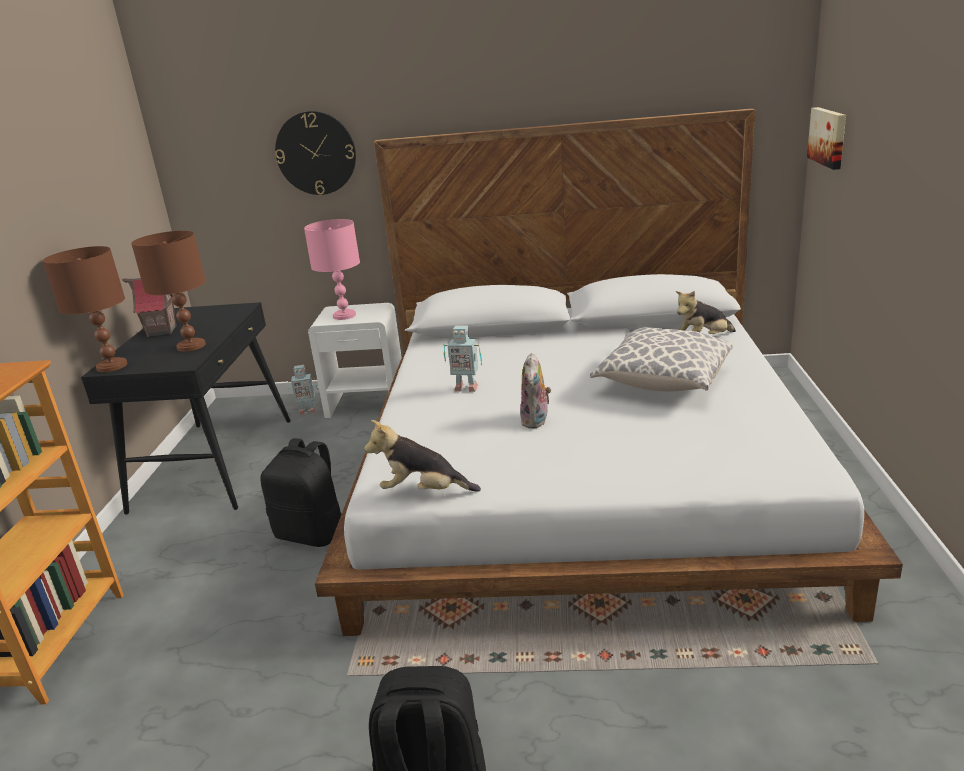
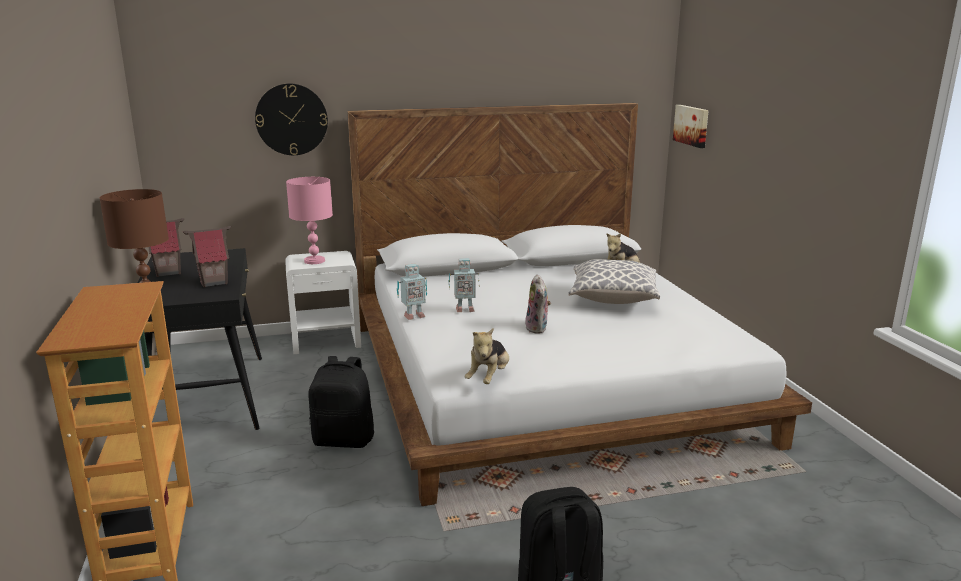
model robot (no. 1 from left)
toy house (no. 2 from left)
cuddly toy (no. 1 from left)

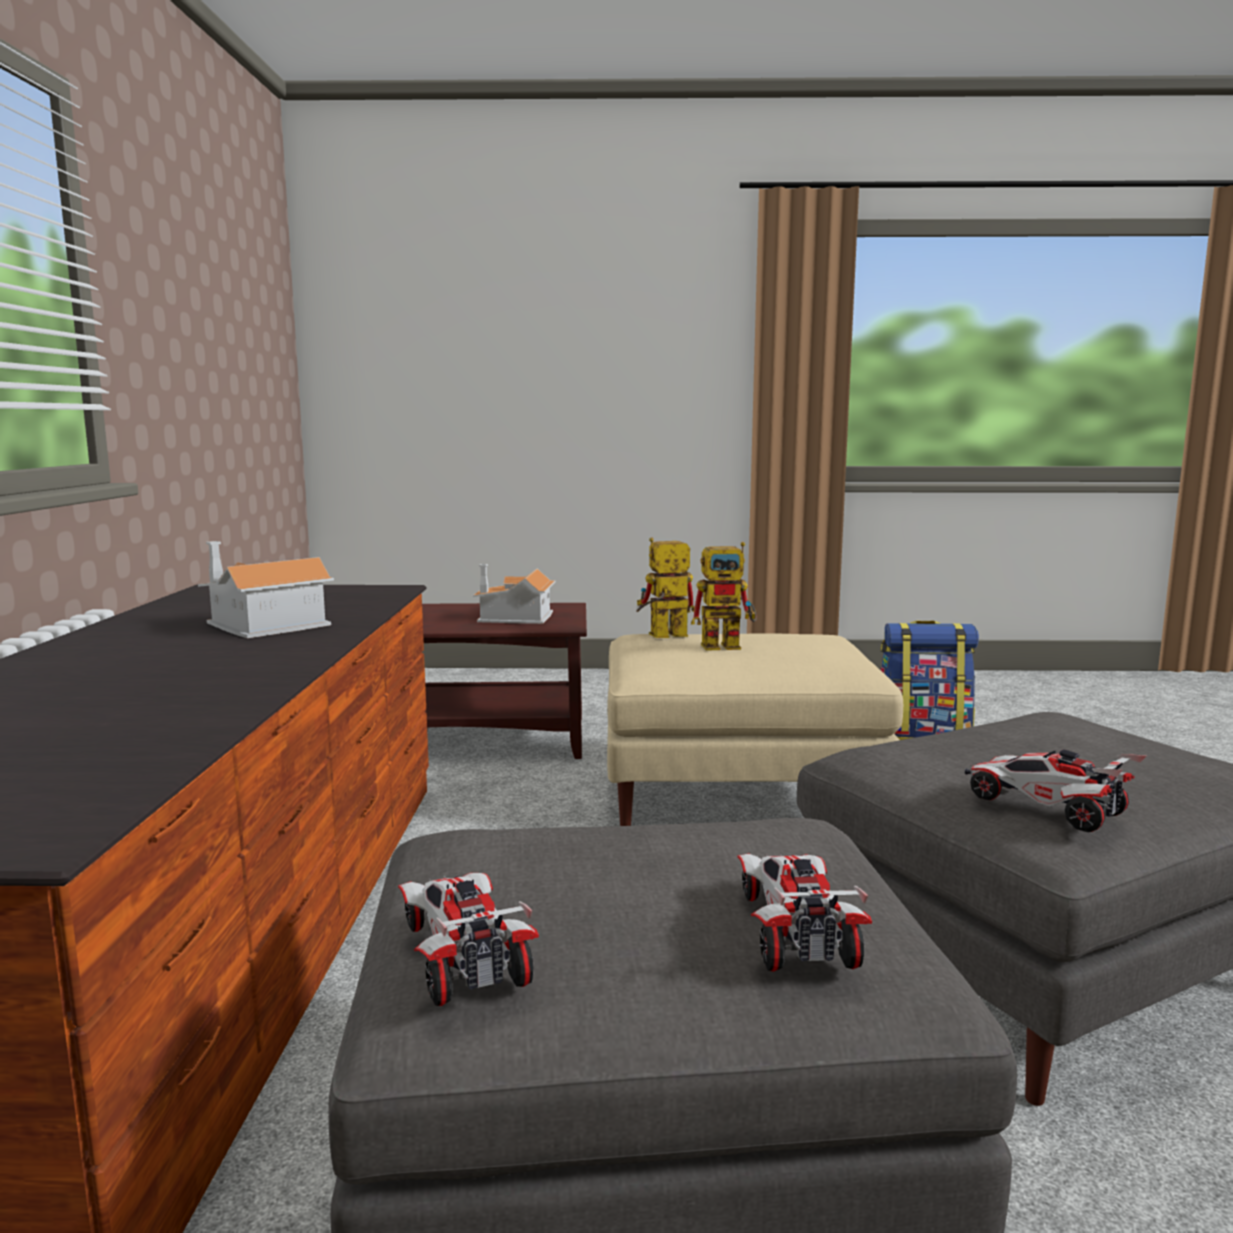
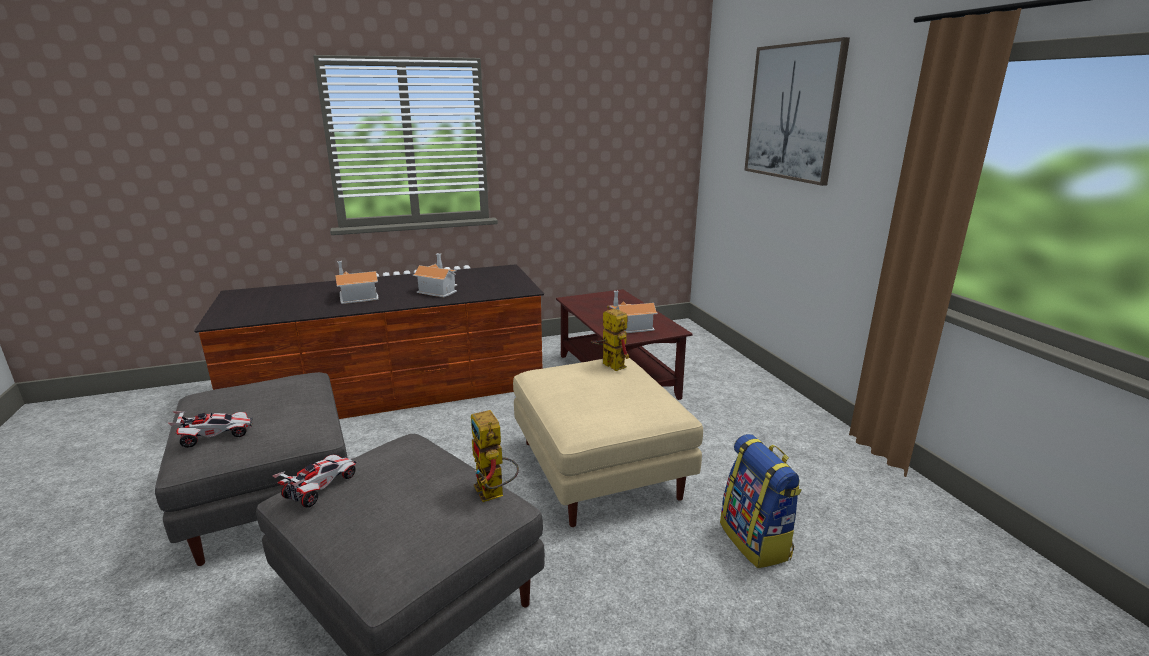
miniature car (no. 1 from left in the first image)
toy house (no. 1 from left)
picture
model robot (no. 1 from left)

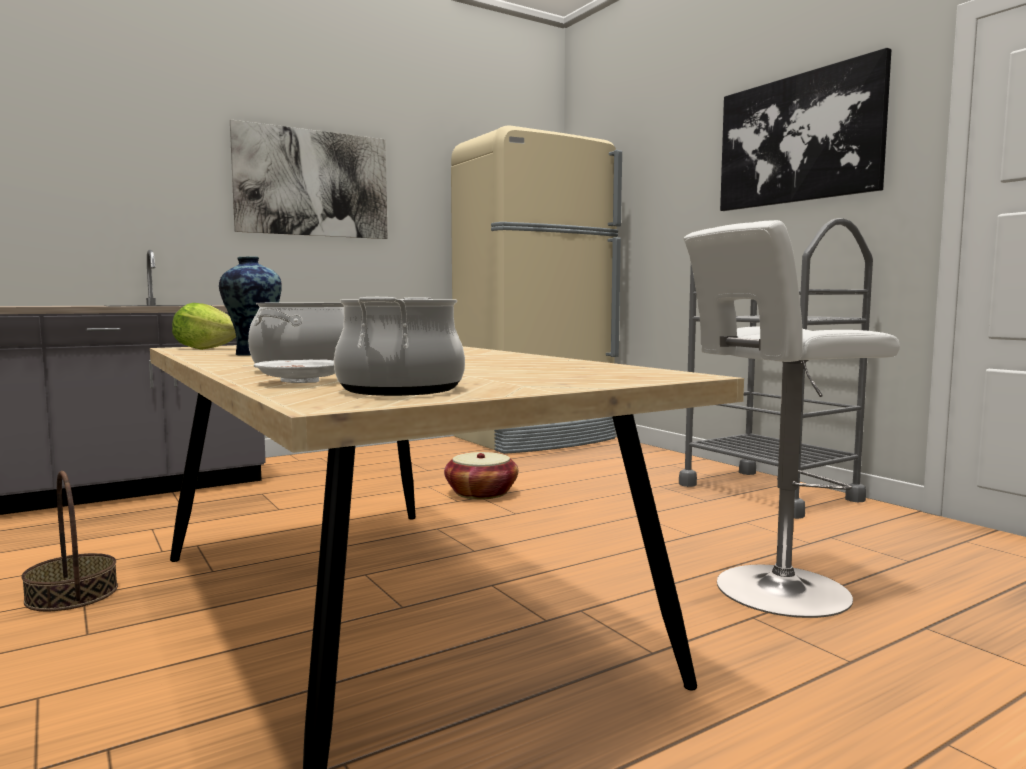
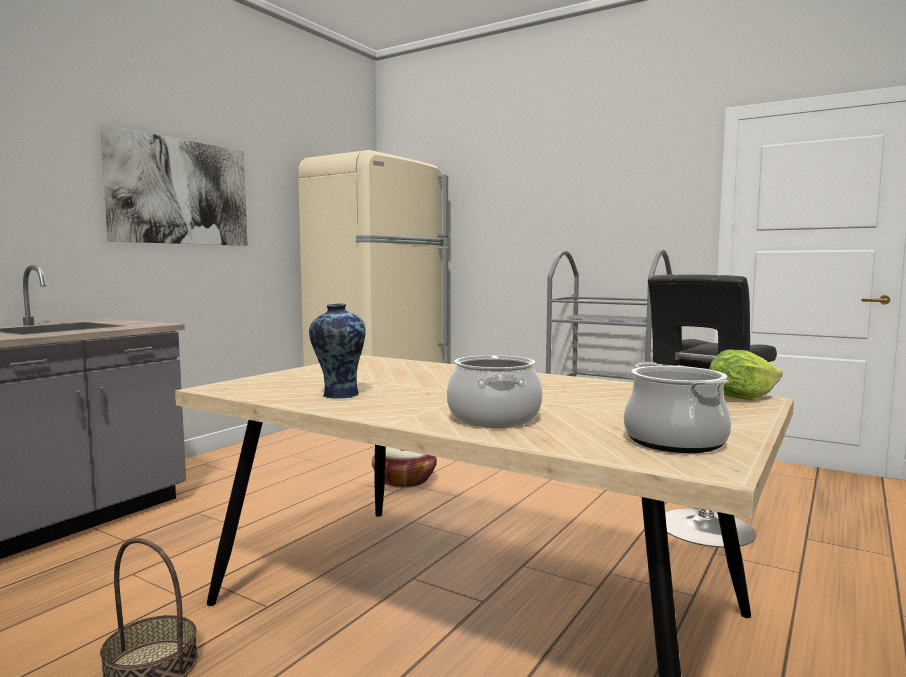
flat dish/white
picture (no. 2 from left in the first image)
lettuce head
stool/black-coloured

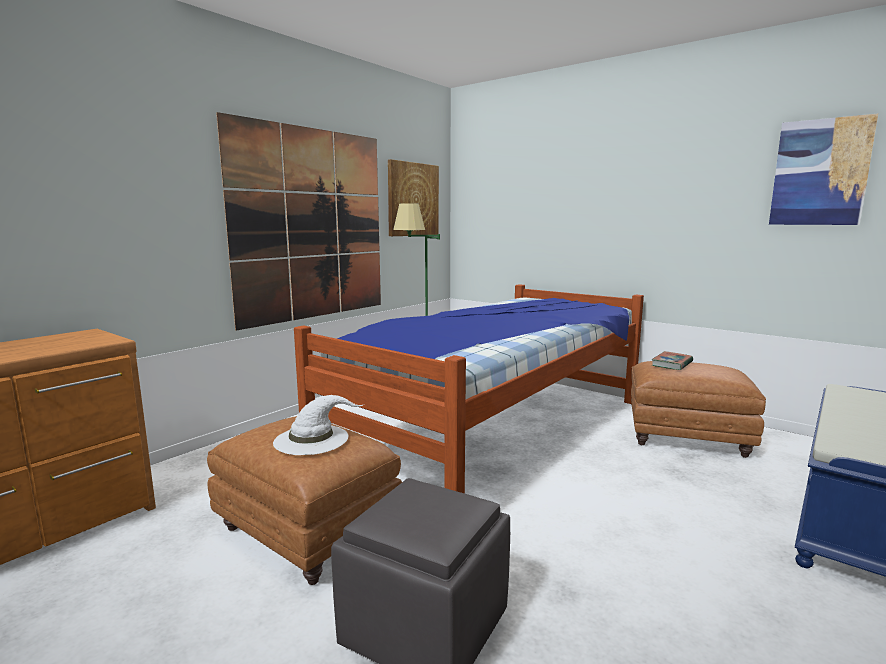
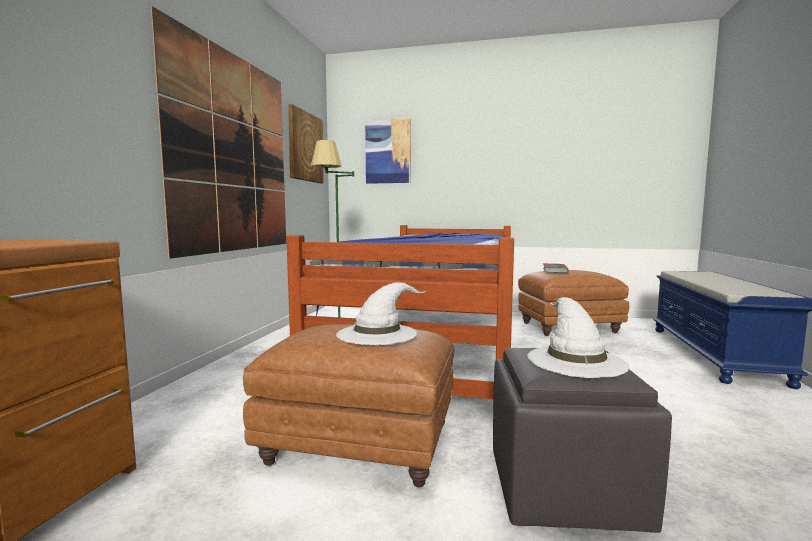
clothing hat/white (no. 2 from left)
picture (no. 3 from left)

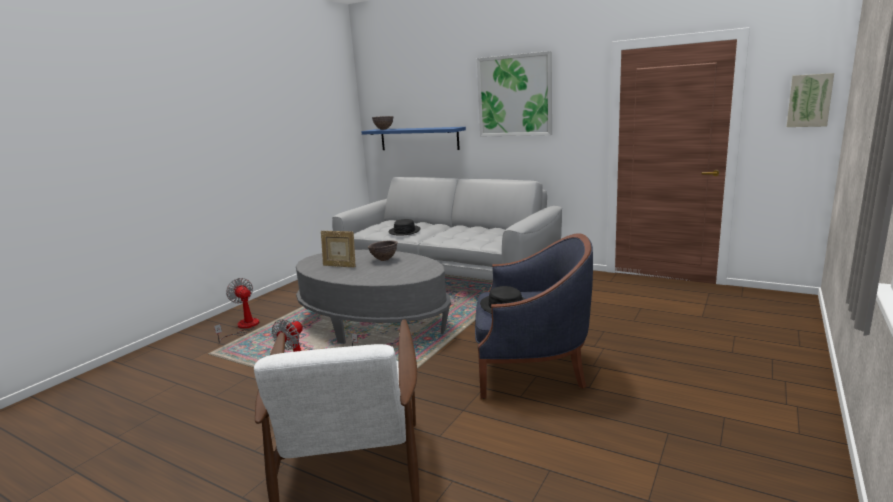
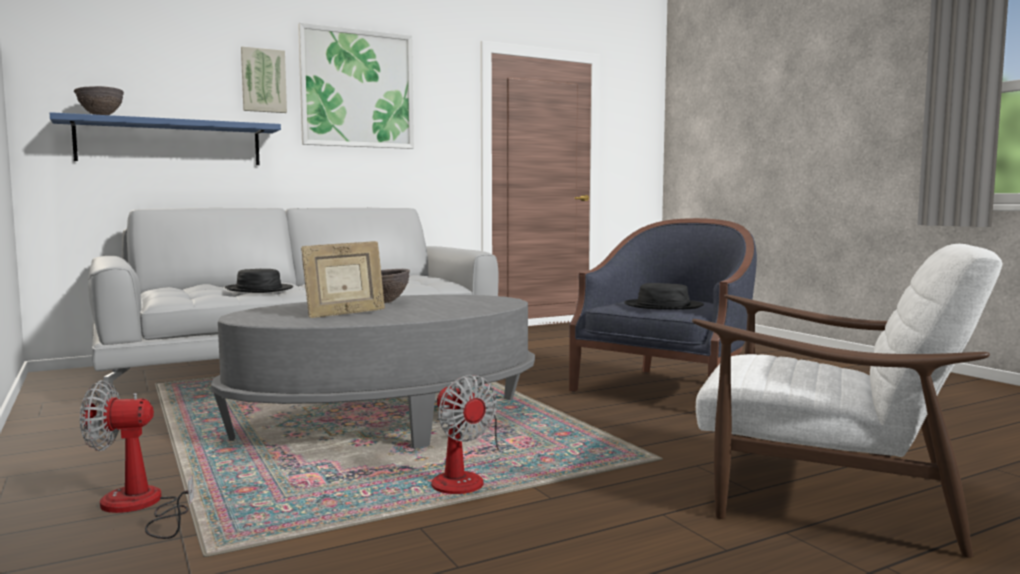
picture (no. 1 from left)

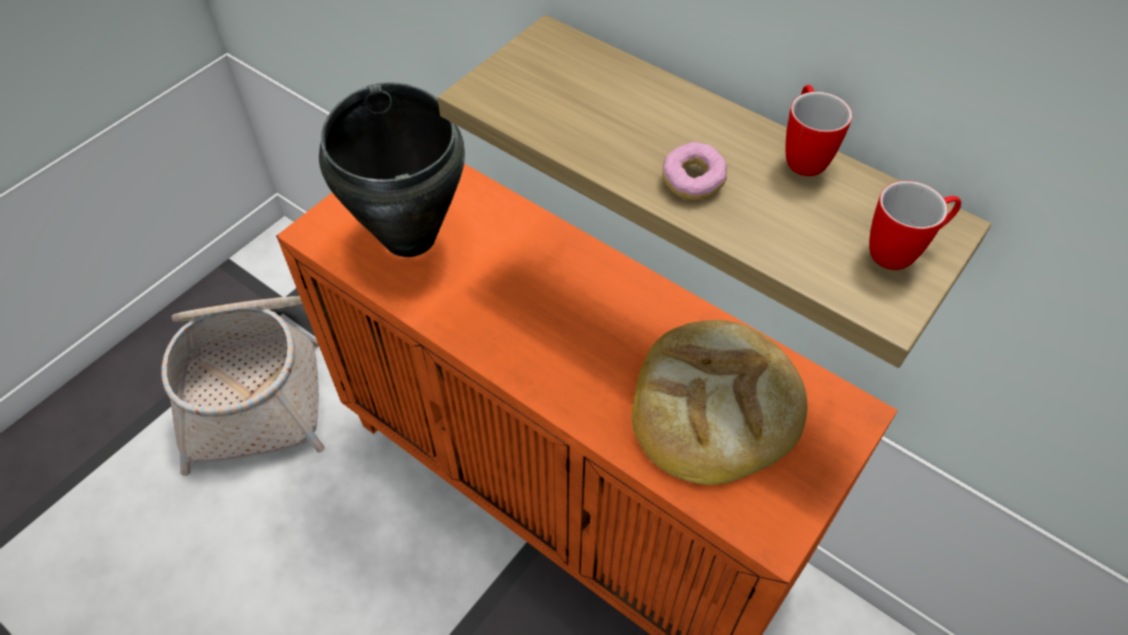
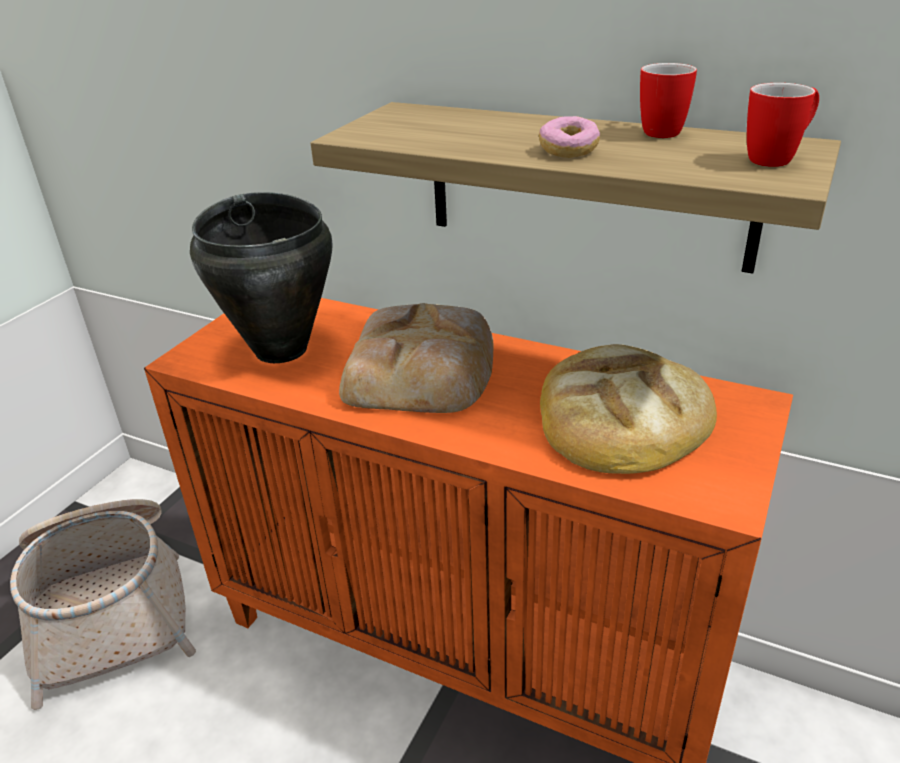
bakery bread (no. 1 from left)

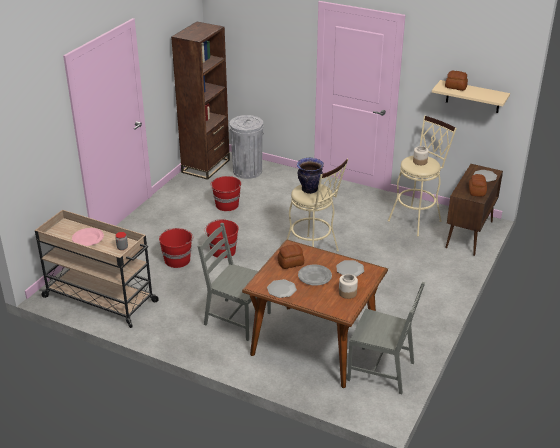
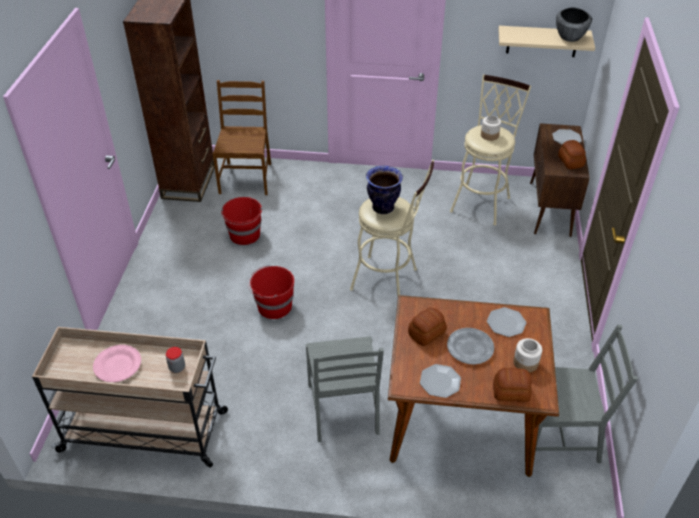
pail/red (no. 1 from left in the first image)
deep dish
bakery bread (no. 2 from left)
plain chair/brown-coloured
plain chair/greyish (no. 1 from left)

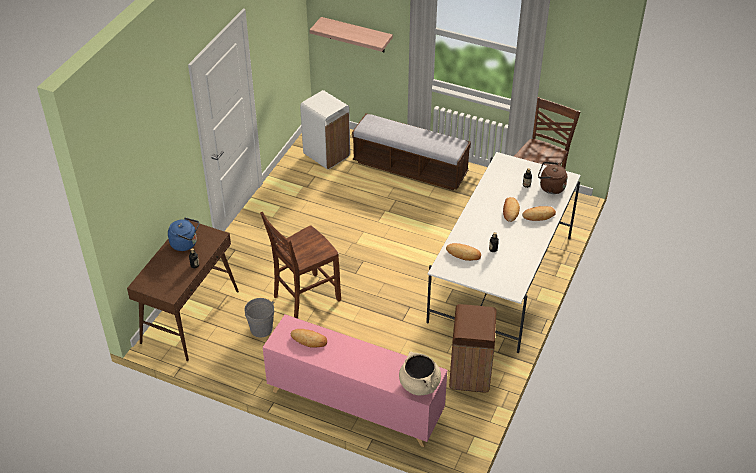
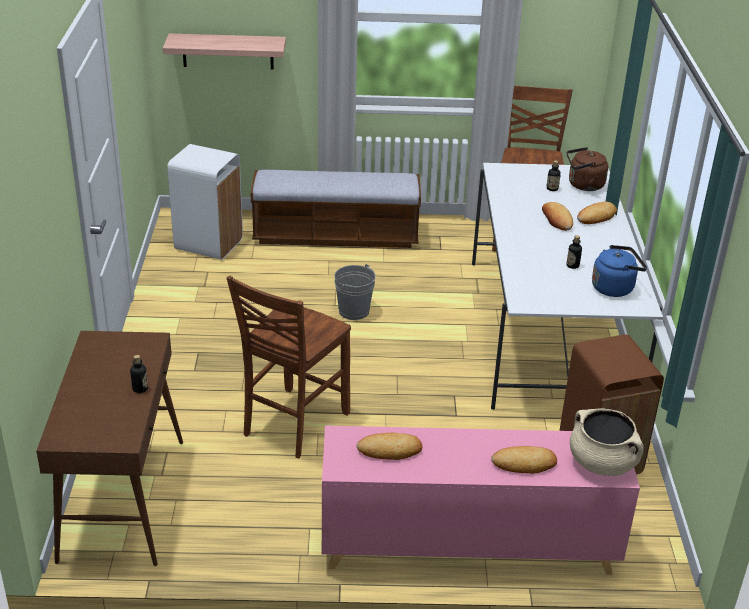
tea kettle/blue-coloured
pail/greyish
bakery bread (no. 2 from left)

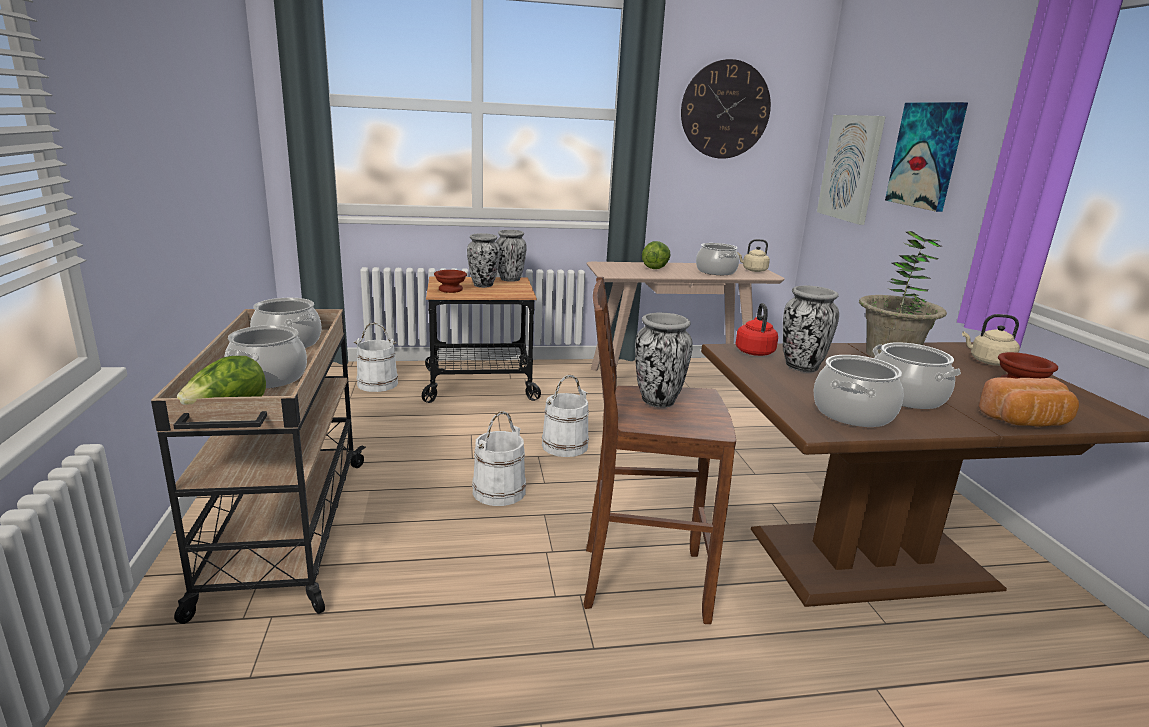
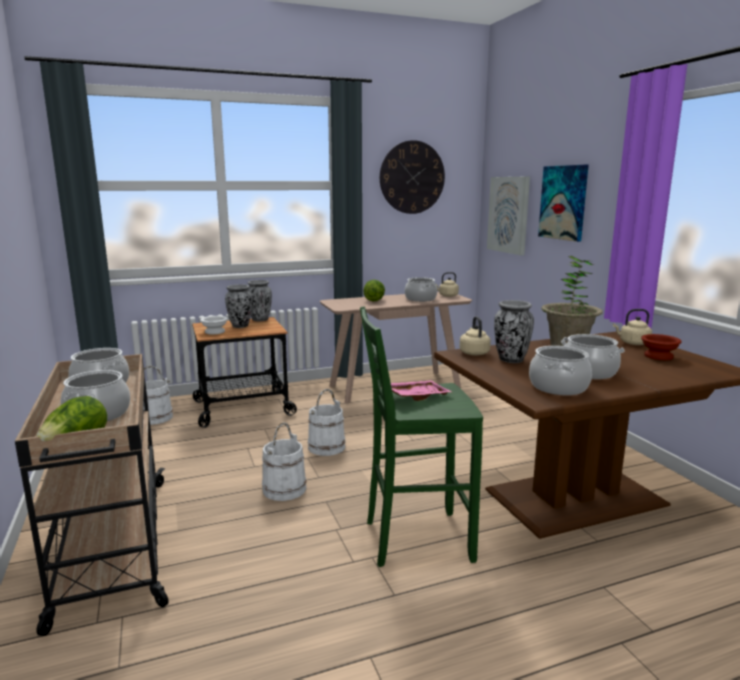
bakery bread
serving tray/pink
deep dish/white
stool/green
tea kettle/sand-coloured (no. 2 from left)

